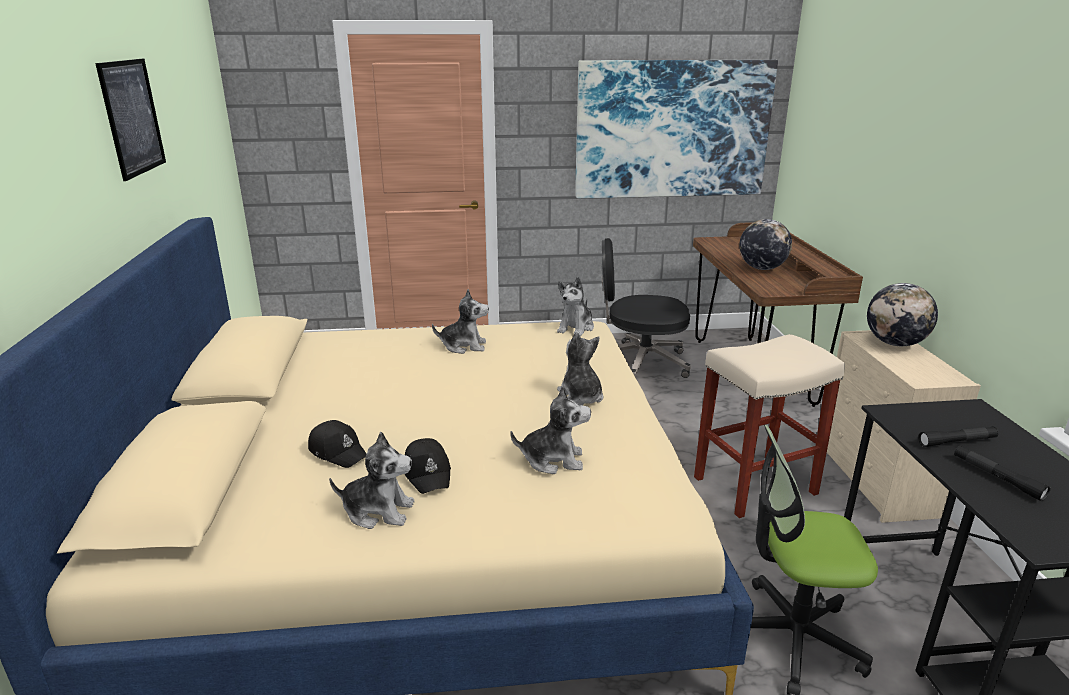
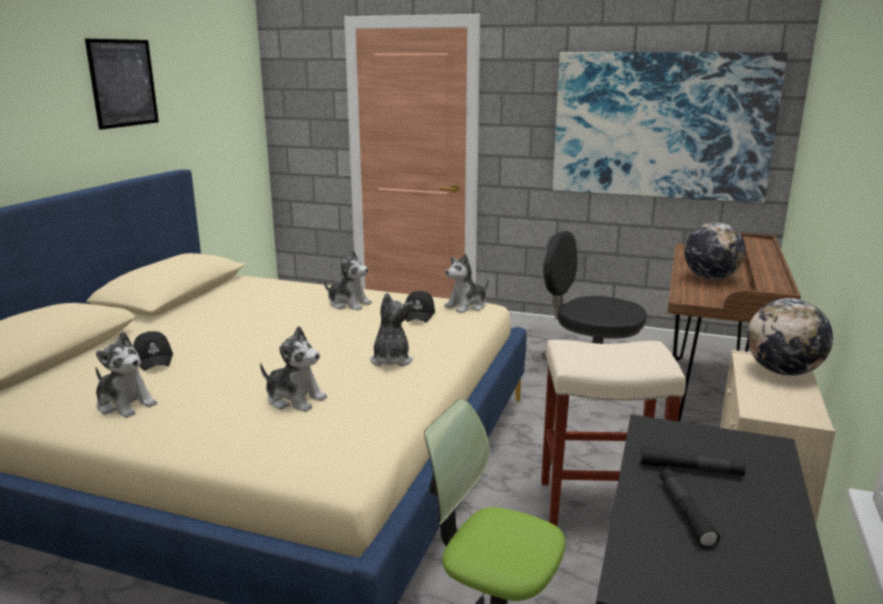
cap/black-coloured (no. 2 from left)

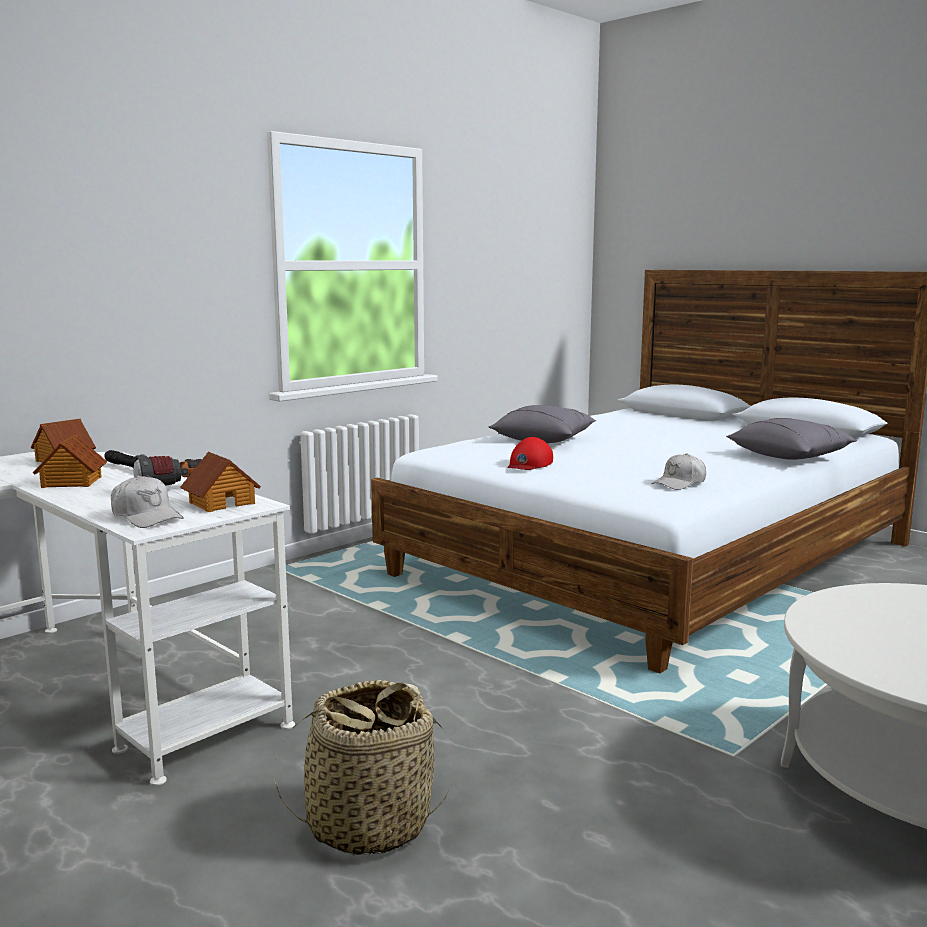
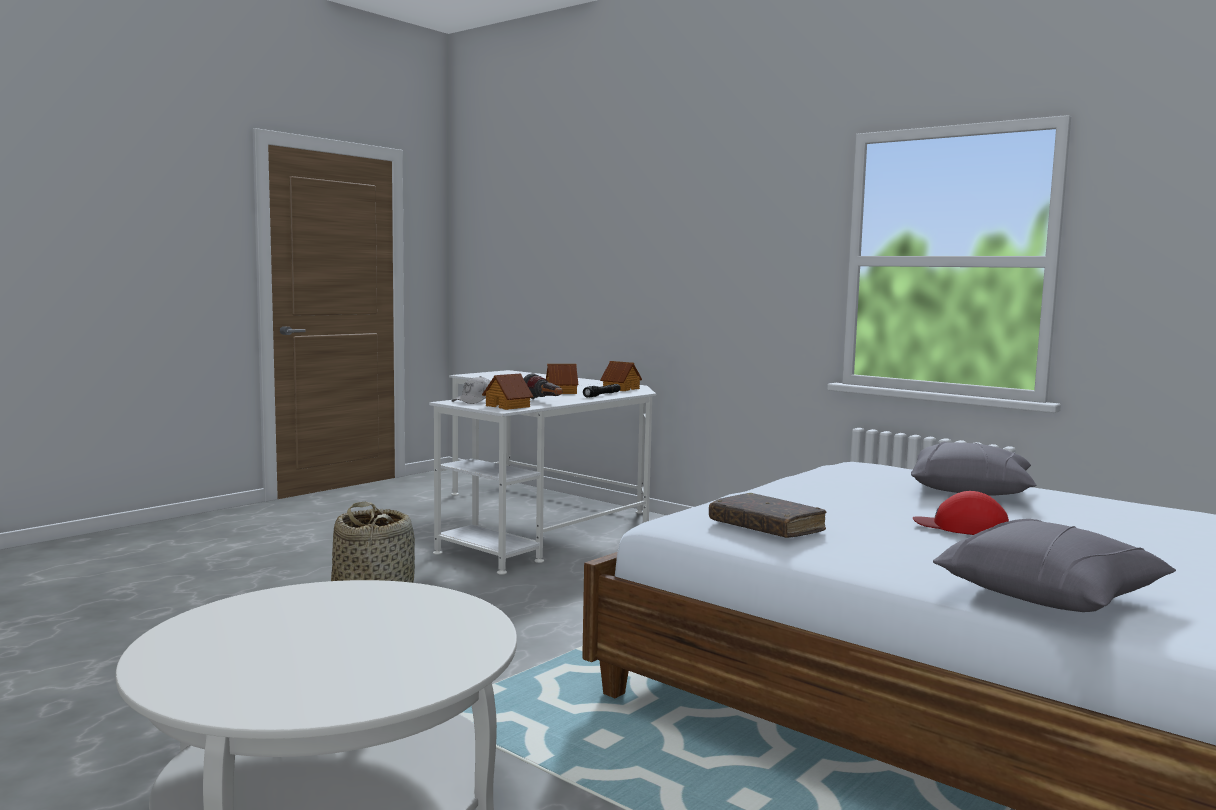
cap/red
bound book/brown-coloured

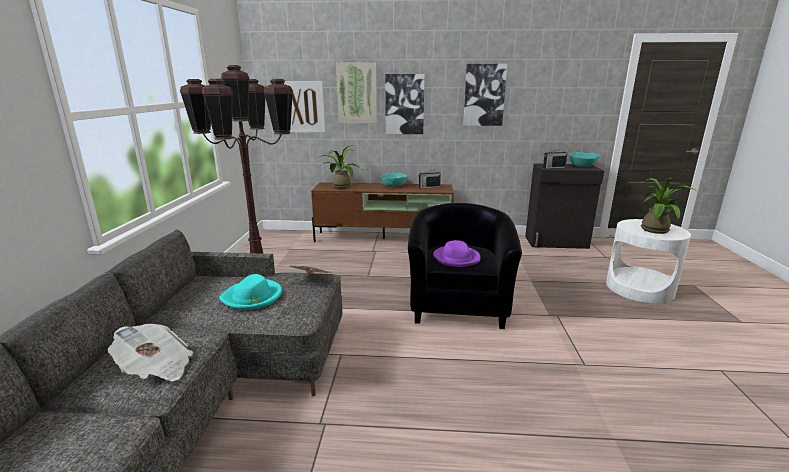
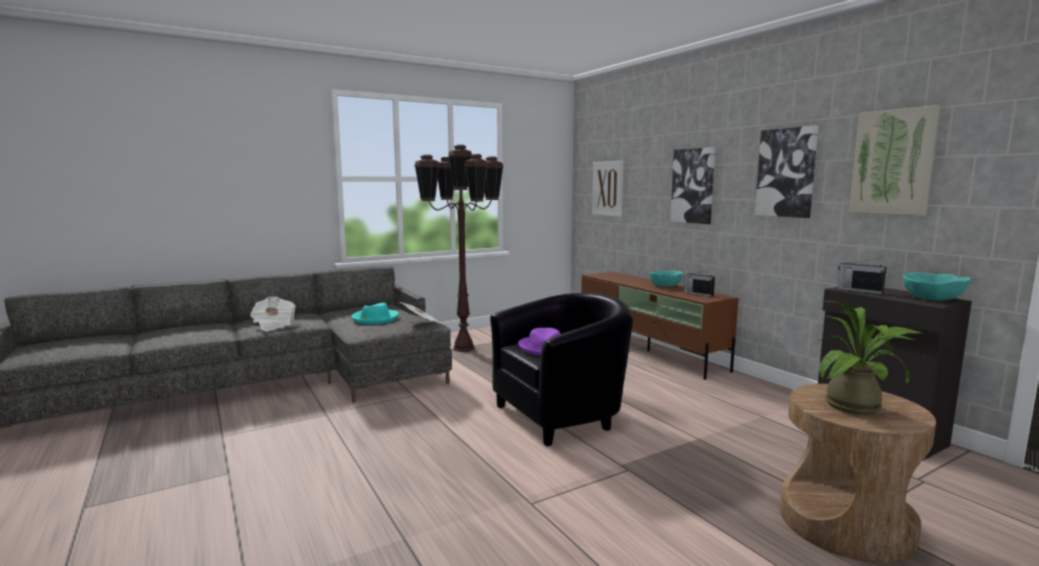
plant in a pot (no. 1 from left in the first image)
picture (no. 4 from left)
end table/brown-coloured

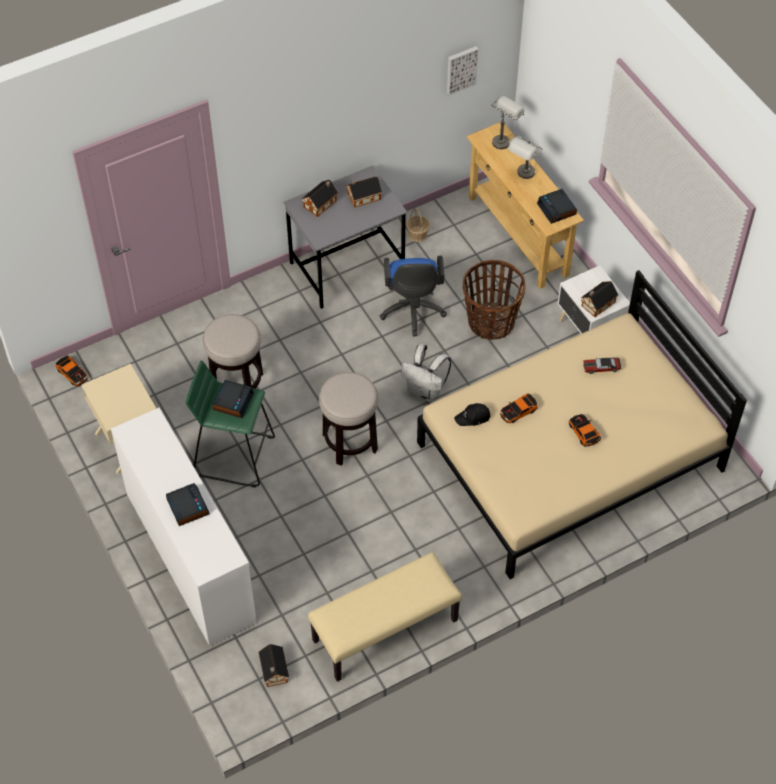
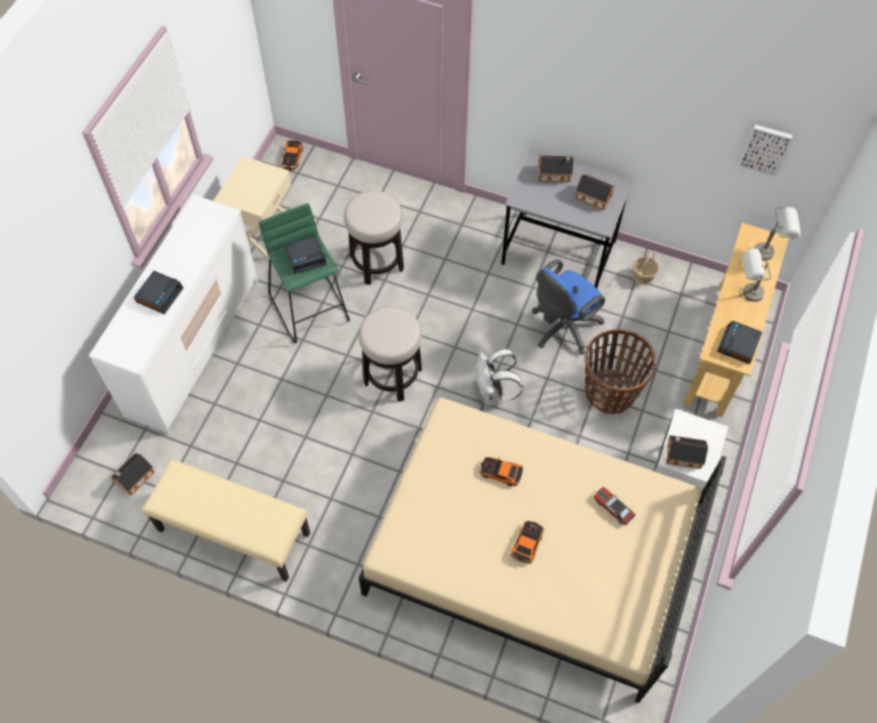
cap/black-coloured

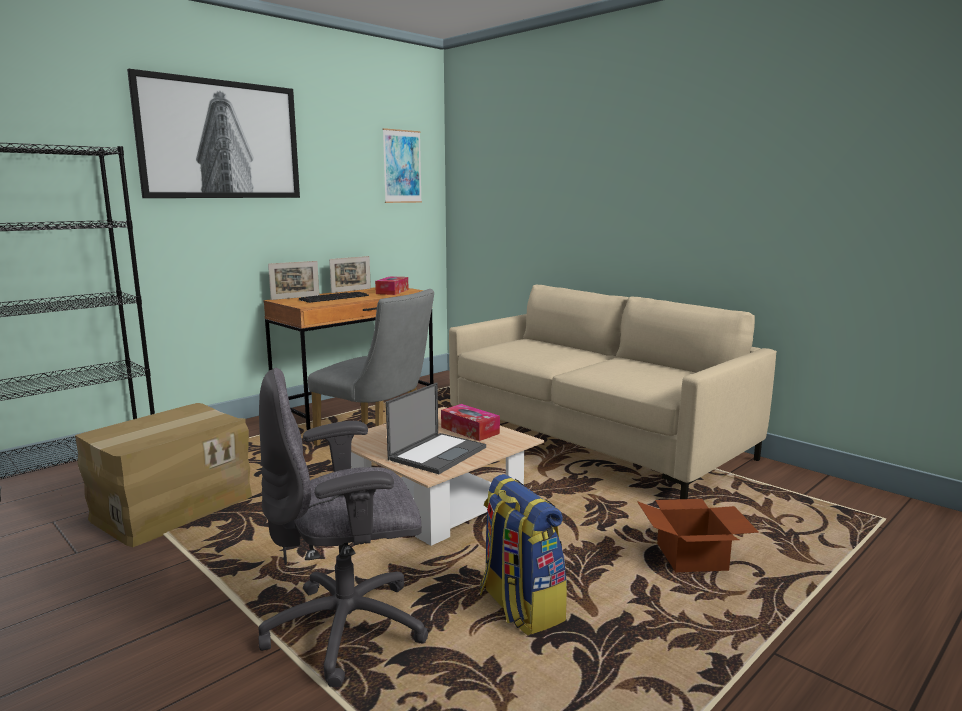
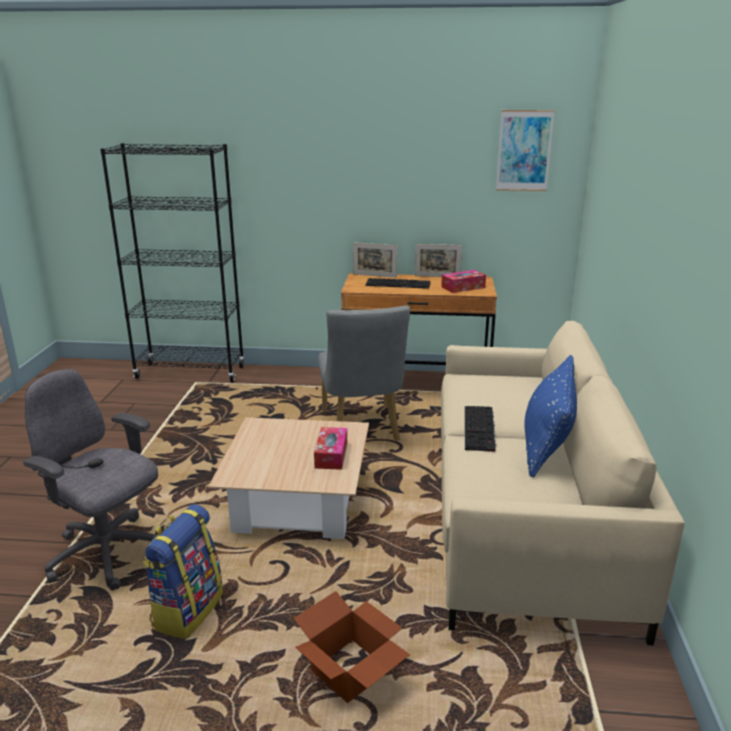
carton (no. 1 from left in the first image)
picture (no. 1 from left in the first image)
portable computer
PC keyboard (no. 2 from left)
cushion/blue-coloured

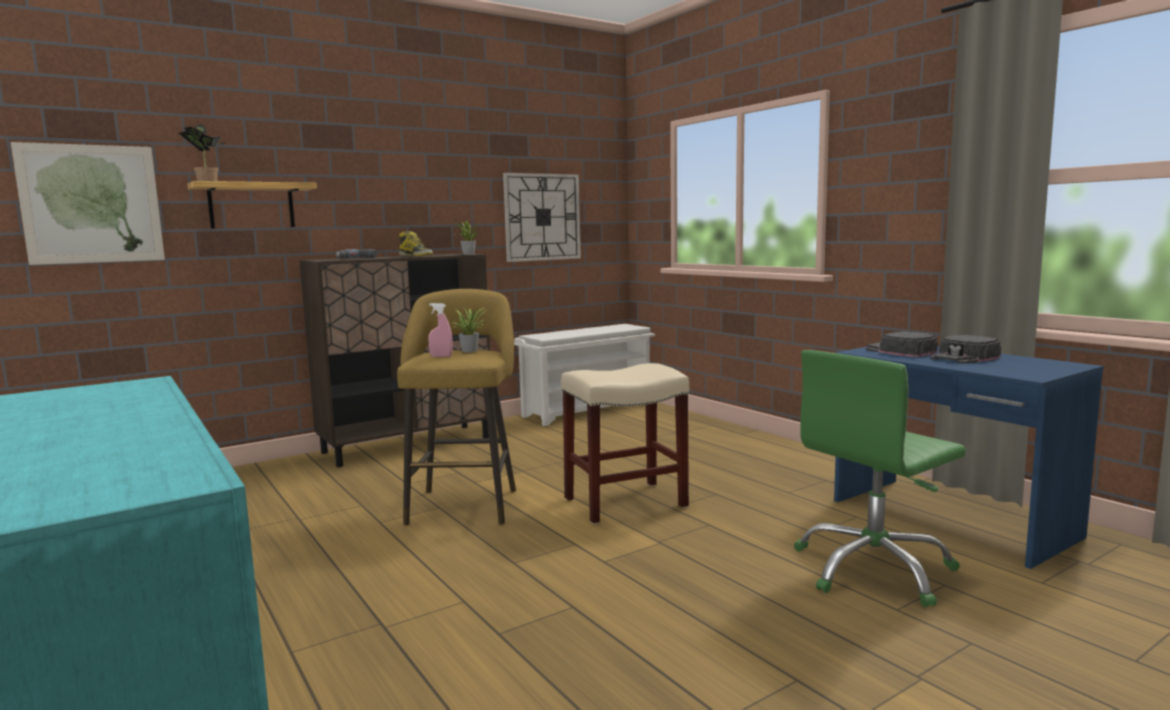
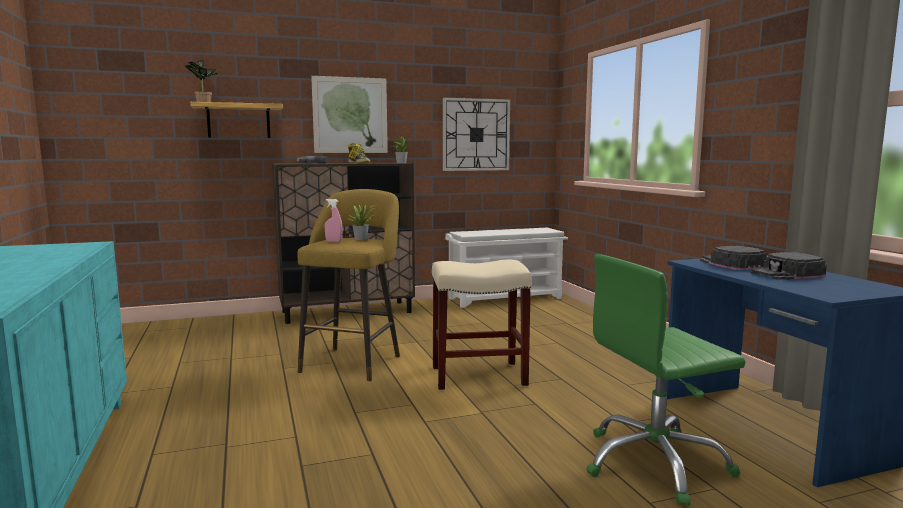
picture

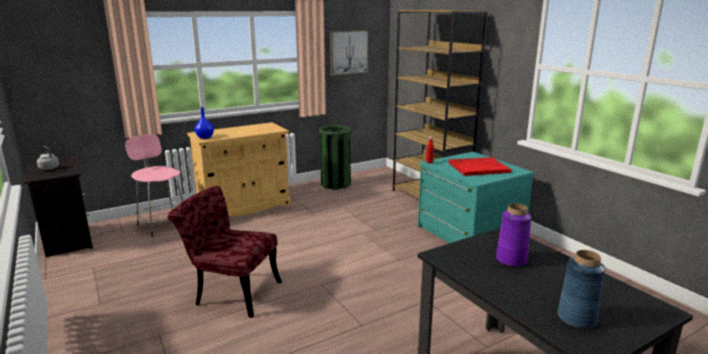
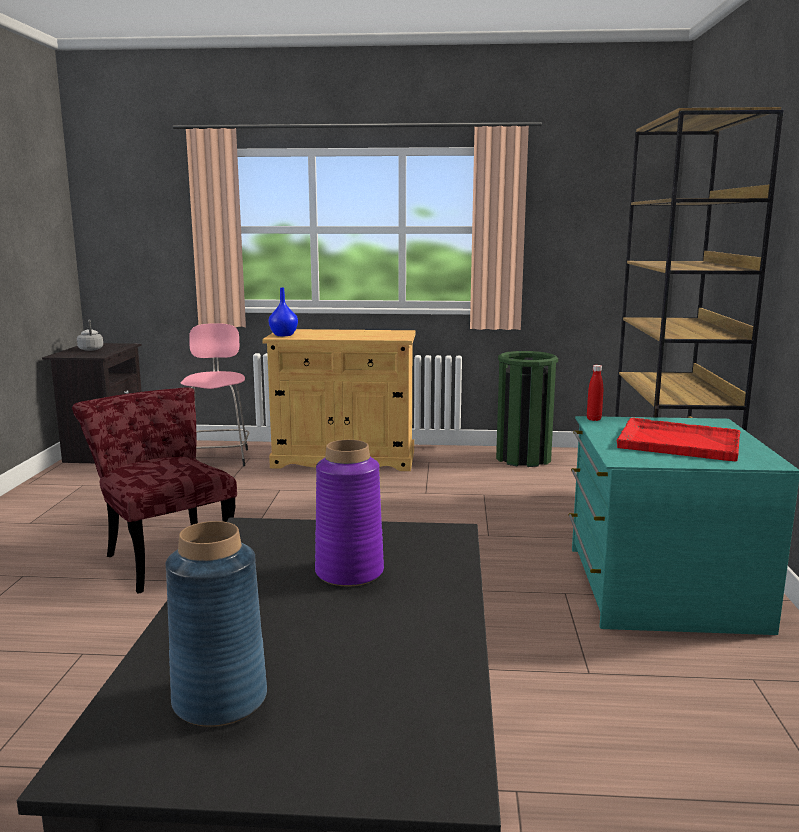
picture

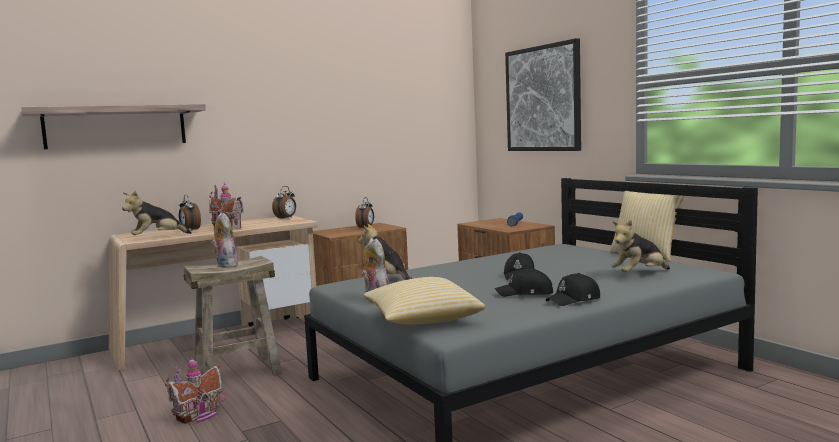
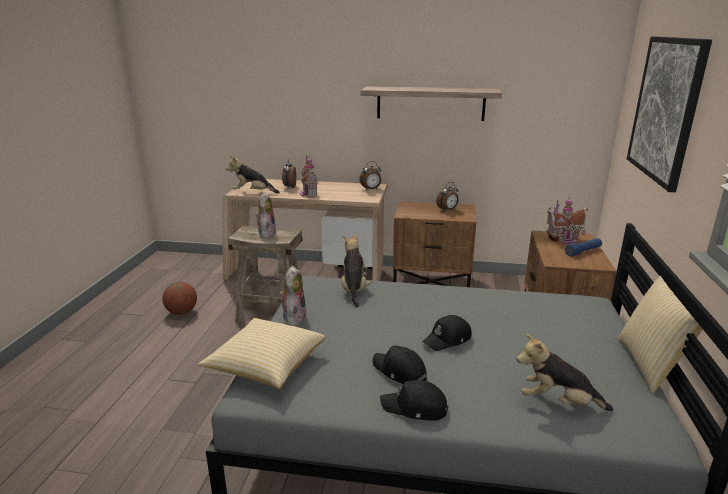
basketball ball
bracket shelf
toy house (no. 2 from left)

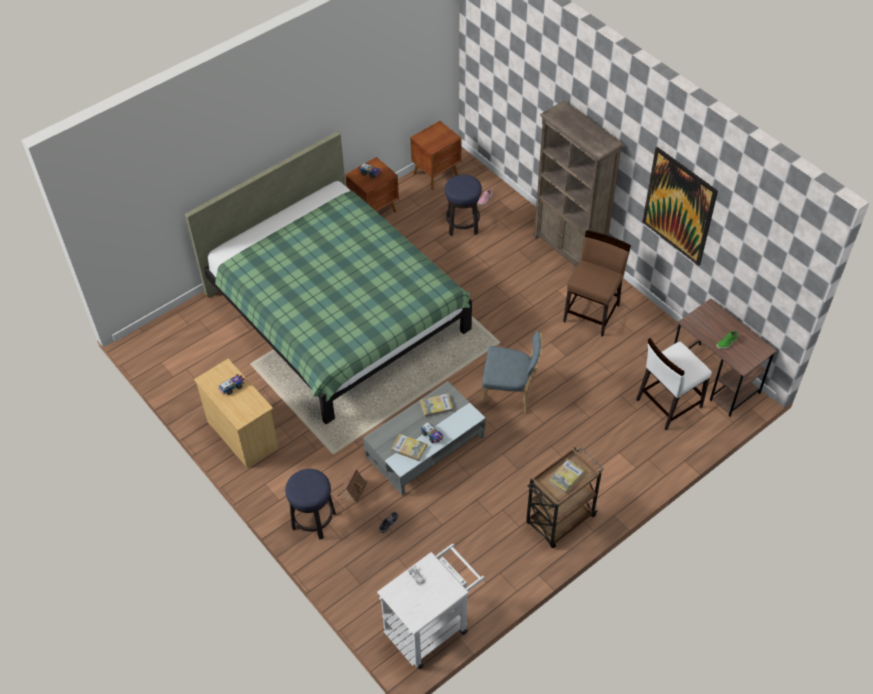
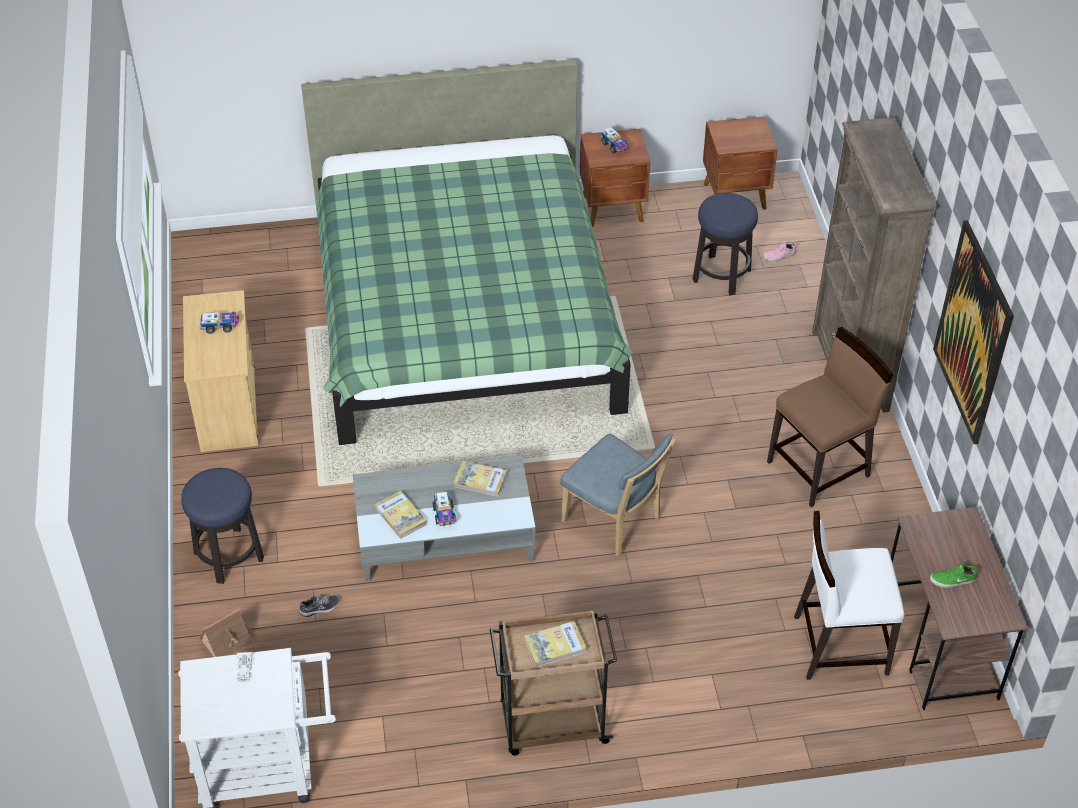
toy house

